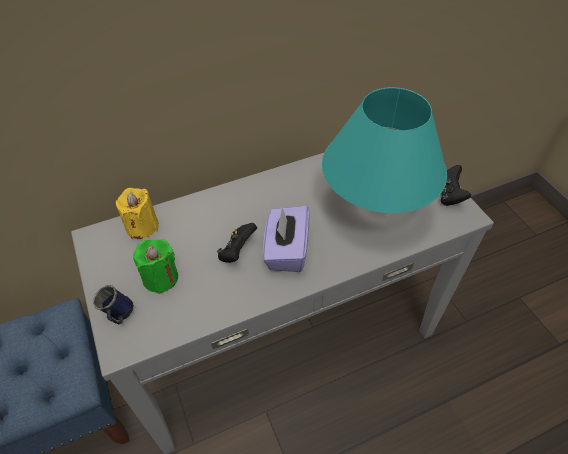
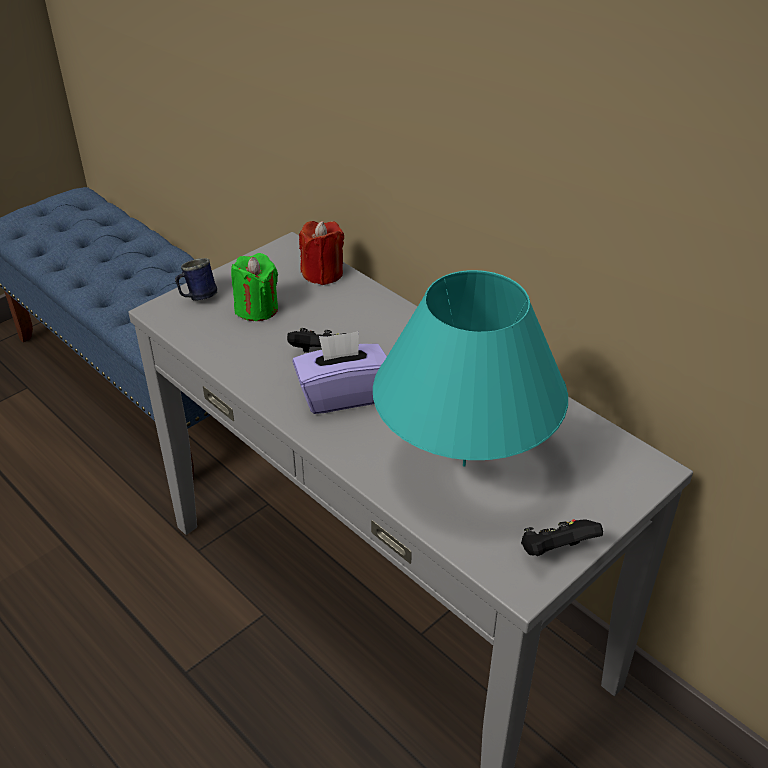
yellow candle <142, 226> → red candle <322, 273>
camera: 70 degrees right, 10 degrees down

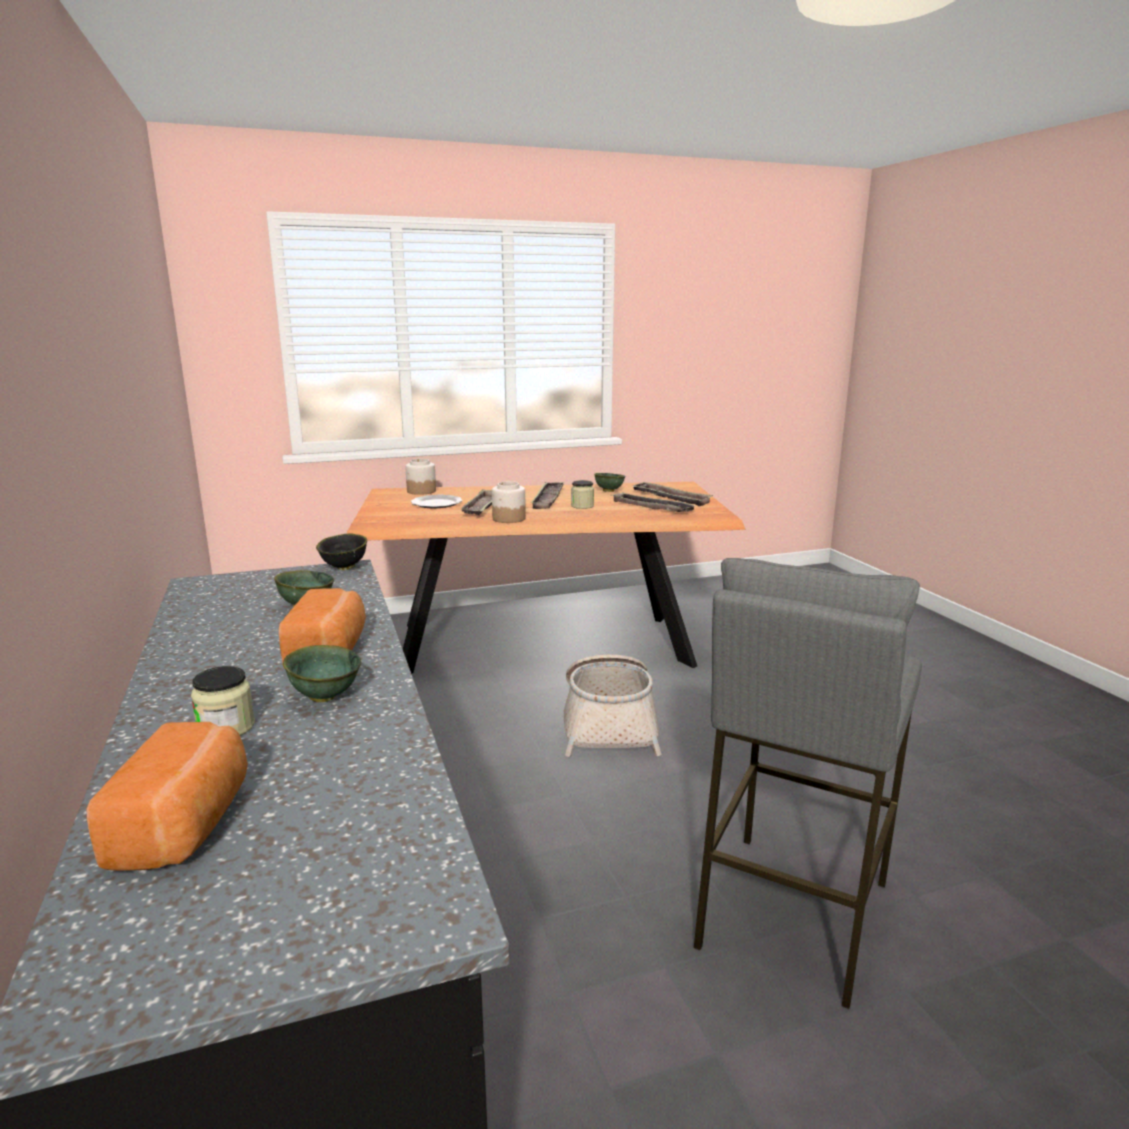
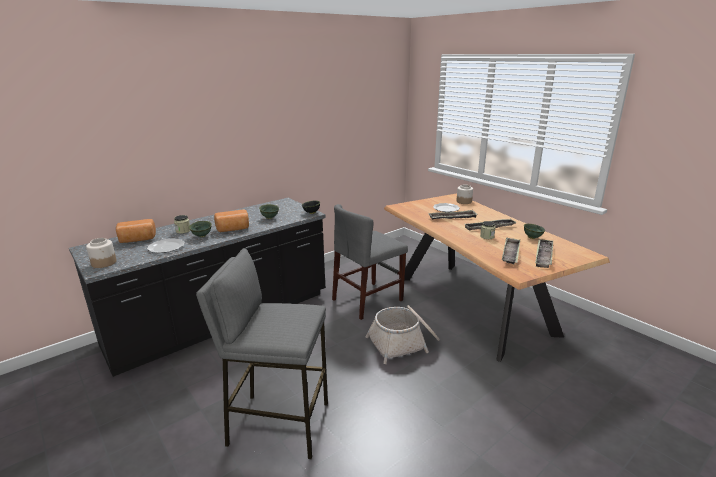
jar <508, 519> → jar <104, 263>, relocated
- → plate <165, 247>
- → grey chair <367, 300>
camera: 70 degrees right, 5 degrees up

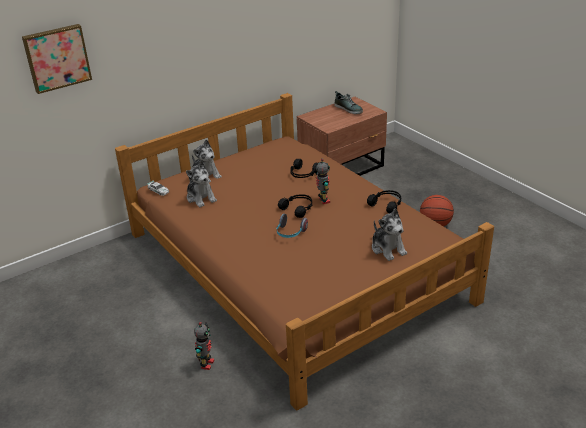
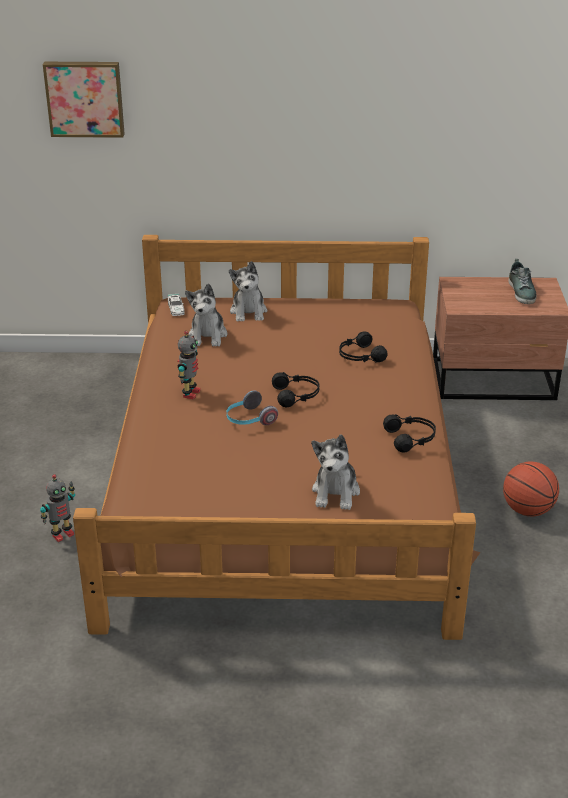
toy robot <323, 200> → toy robot <190, 393>, relocated
camera: 35 degrees right, 0 degrees up

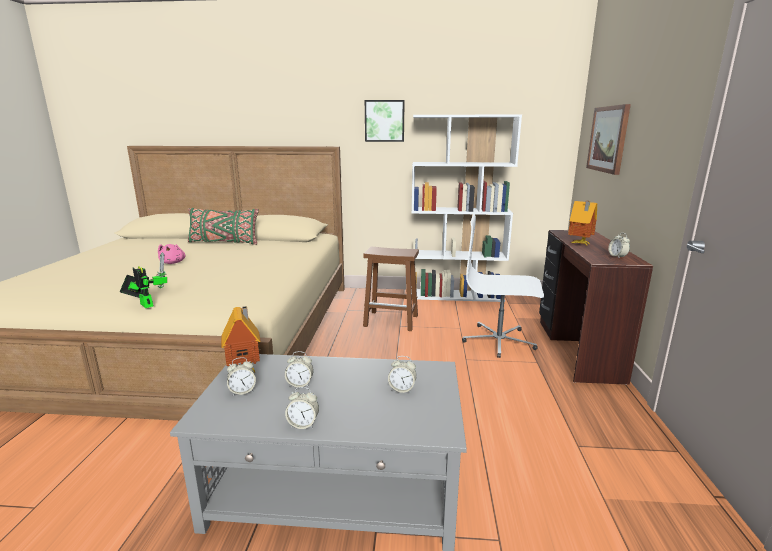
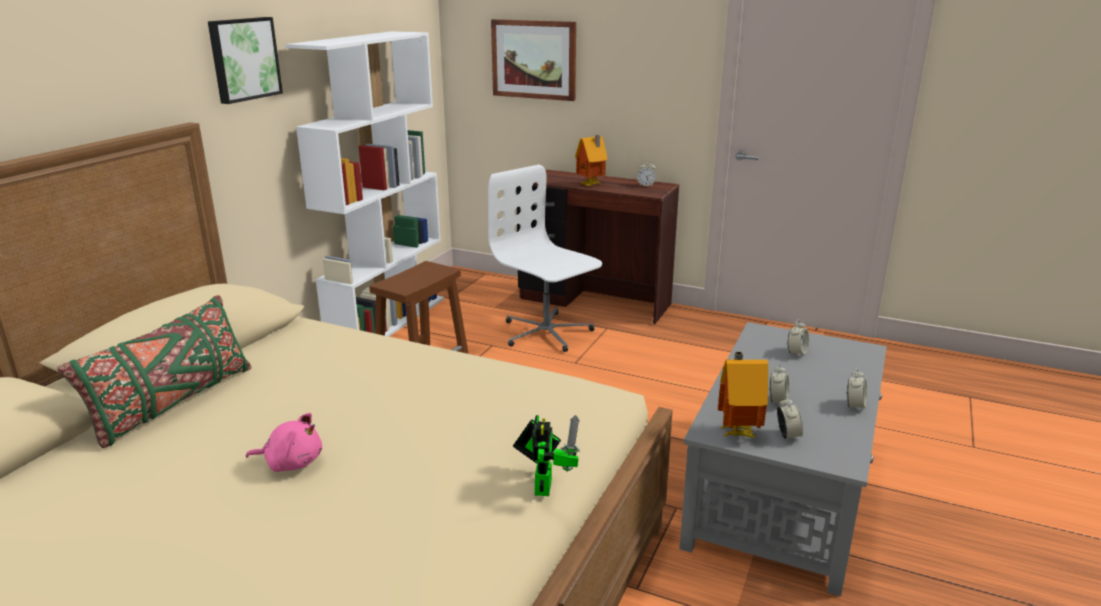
white office chair <499, 341> → white office chair <546, 333>, 105 degrees clockwise
toy robot <146, 304> → toy robot <543, 483>, 120 degrees clockwise
camera: 70 degrees left, 5 degrees up

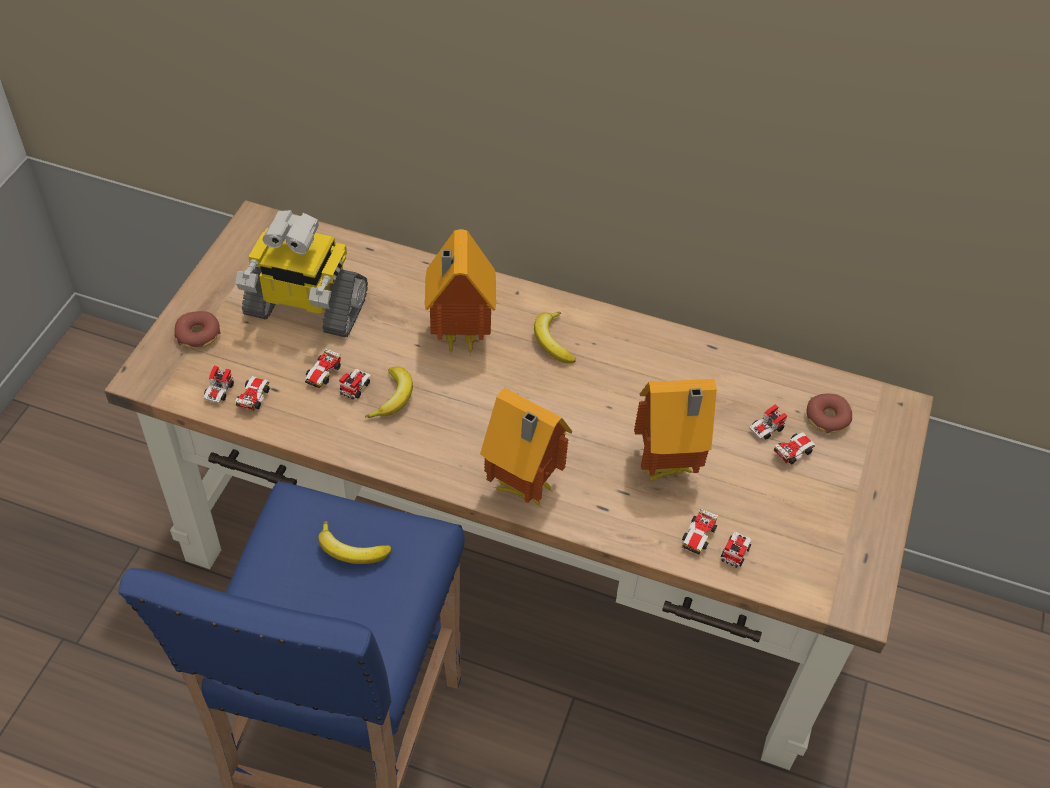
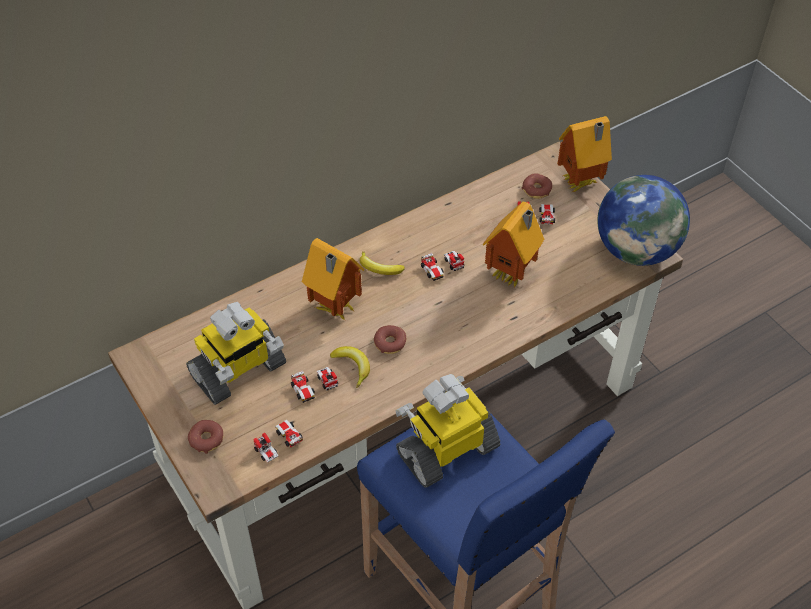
- → donut <390, 343>
banana <351, 551> → toy robot <447, 449>
toy car <715, 545> → toy car <442, 268>, relocated
toy house <522, 490> → toy house <580, 184>, relocated
- → globe <636, 250>
camera: 50 degrees left, 0 degrees up

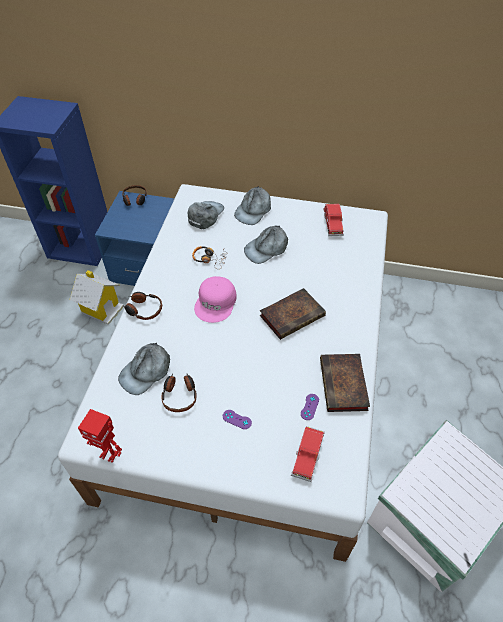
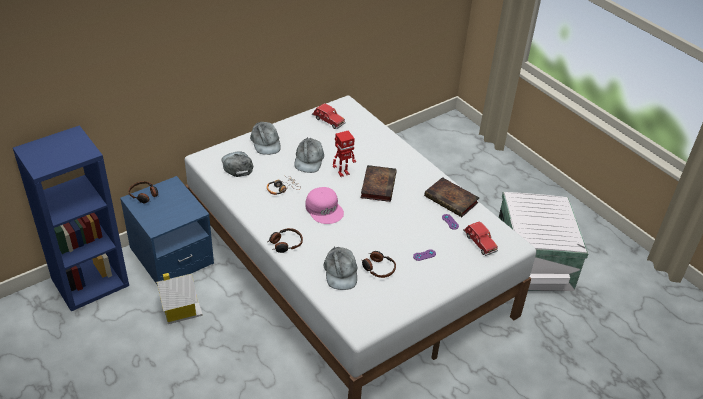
toy robot <109, 454> → toy robot <343, 173>, relocated
camera: 50 degrees left, 10 degrees down

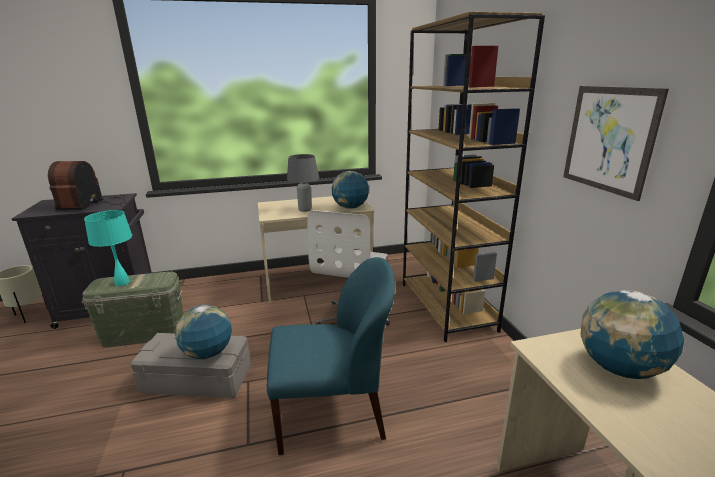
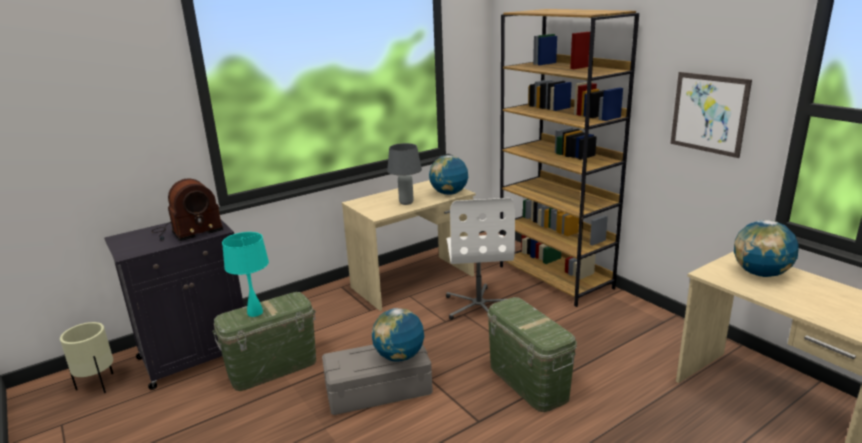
radio <94, 204> → radio <187, 231>, 105 degrees counterclockwise
blue chair <332, 414> → green storage box <528, 382>
camera: 20 degrees left, 0 degrees up

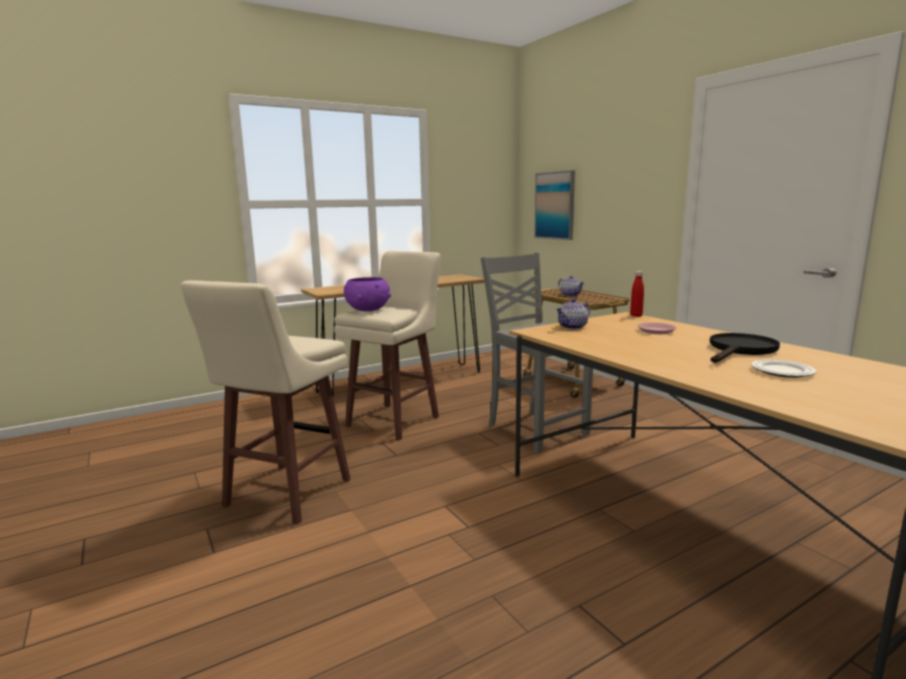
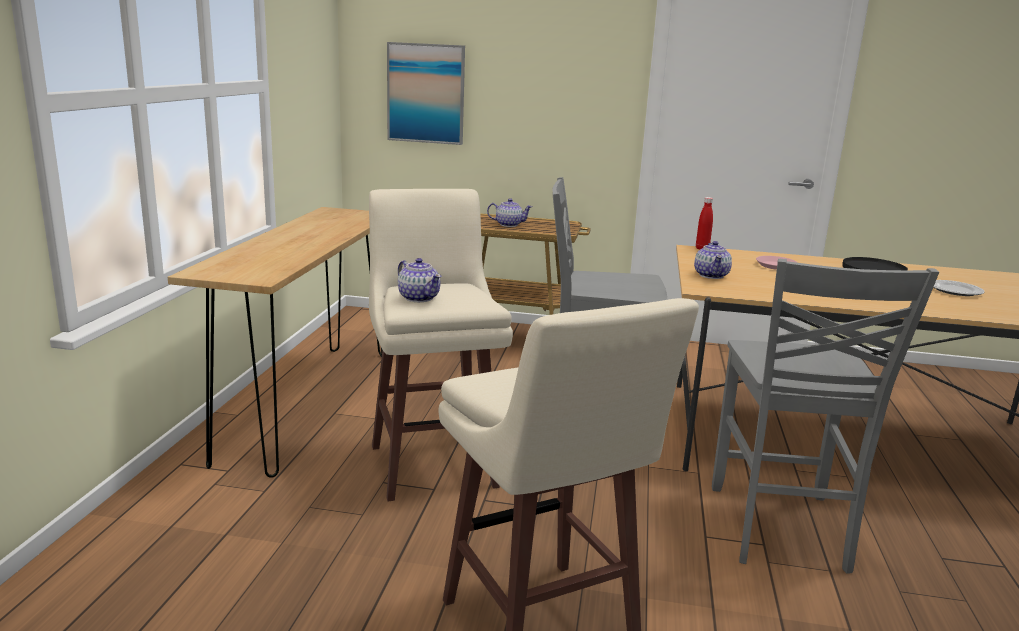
purple bowl <367, 310> → teapot <419, 298>
- → grey chair <779, 529>
camera: 50 degrees left, 5 degrees up

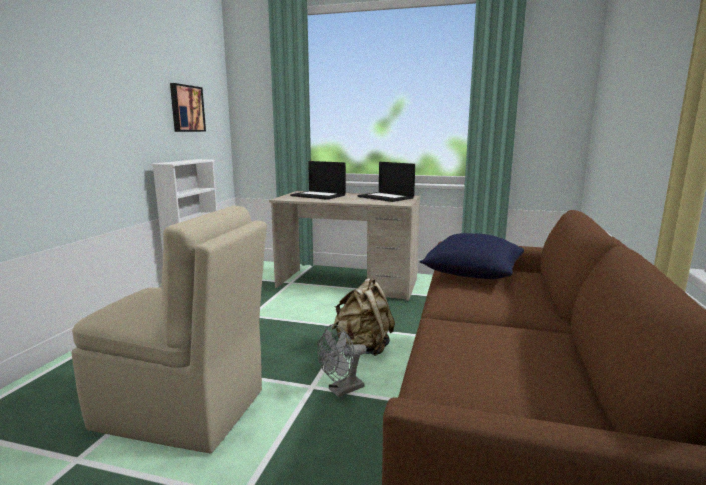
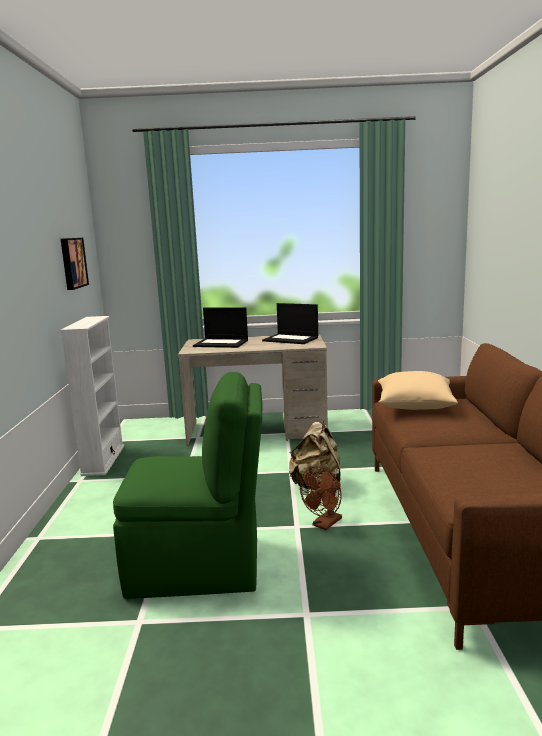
beige chair <184, 410> → green chair <199, 566>
grey fan <341, 390> → brown fan <324, 524>
blue pillow <472, 273> → beige pillow <414, 406>
camera: 15 degrees left, 0 degrees up

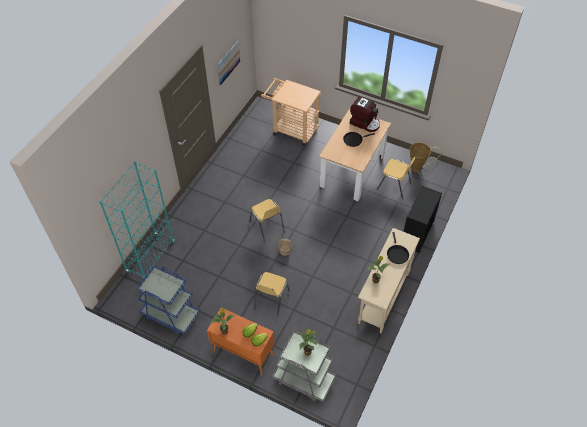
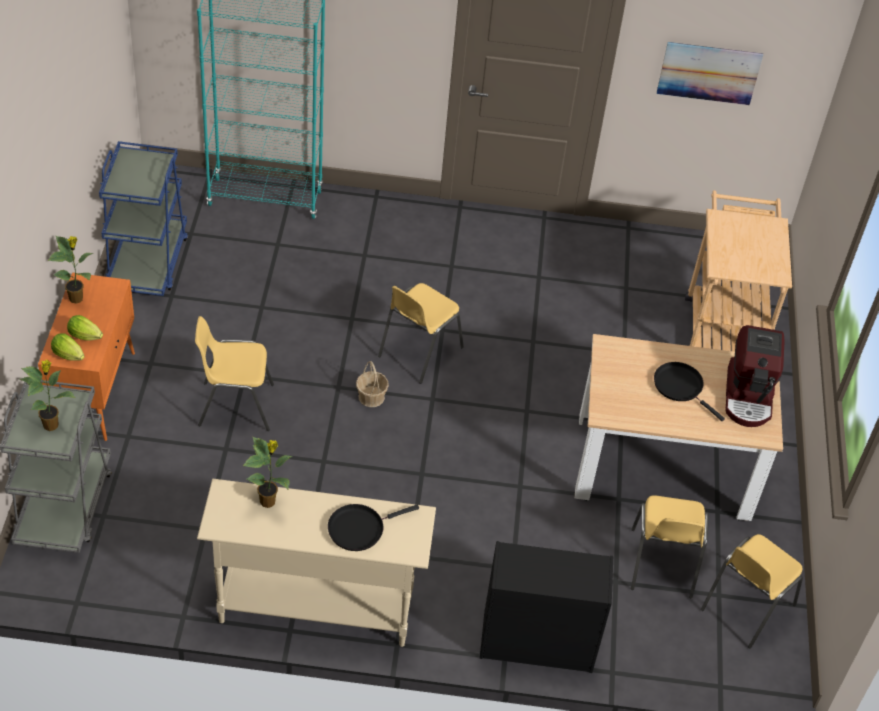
basket <418, 170> → yellow chair <746, 607>
camera: 65 degrees right, 5 degrees down

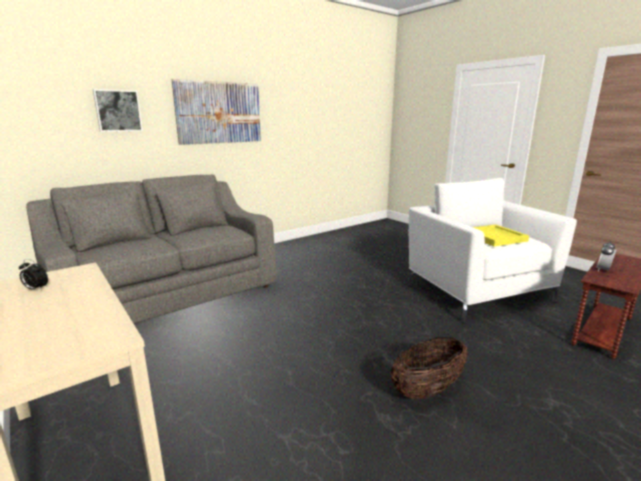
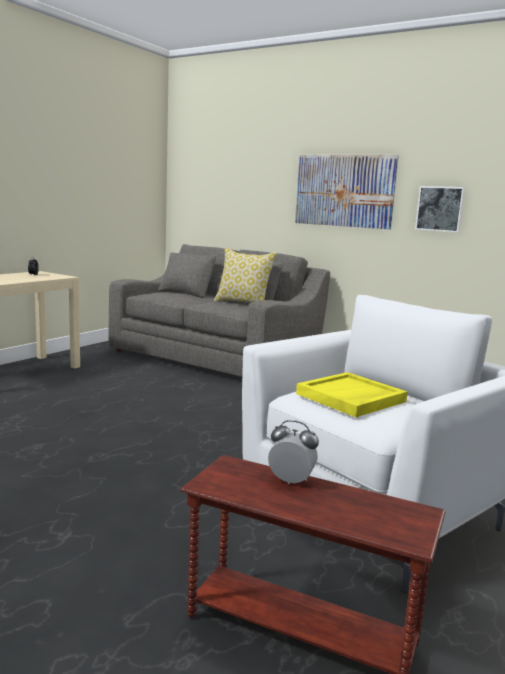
- → pillow <243, 304>
picture <118, 110> → picture <440, 209>, relocated
basket <427, 389> → -
camera: 70 degrees right, 5 degrees down

